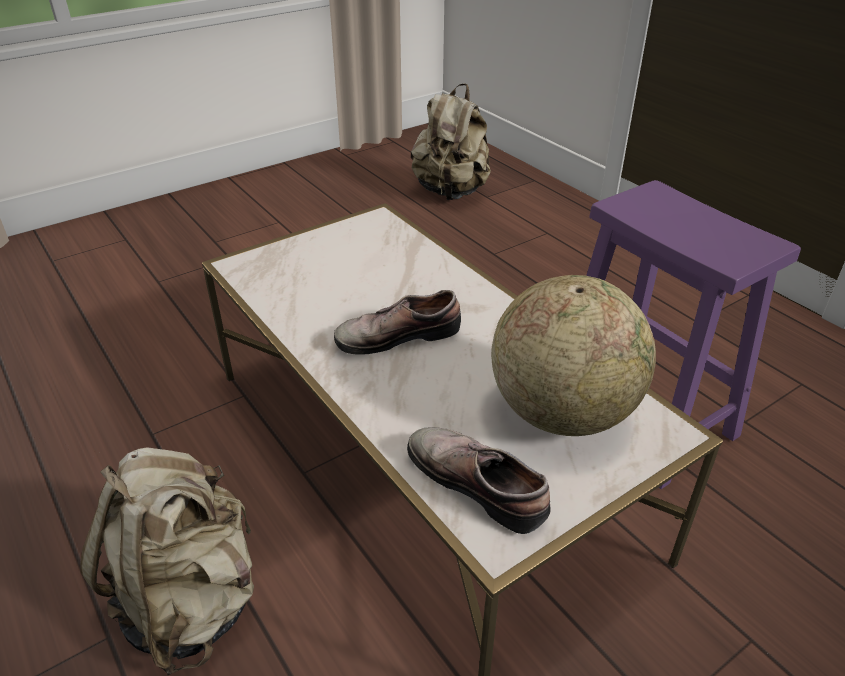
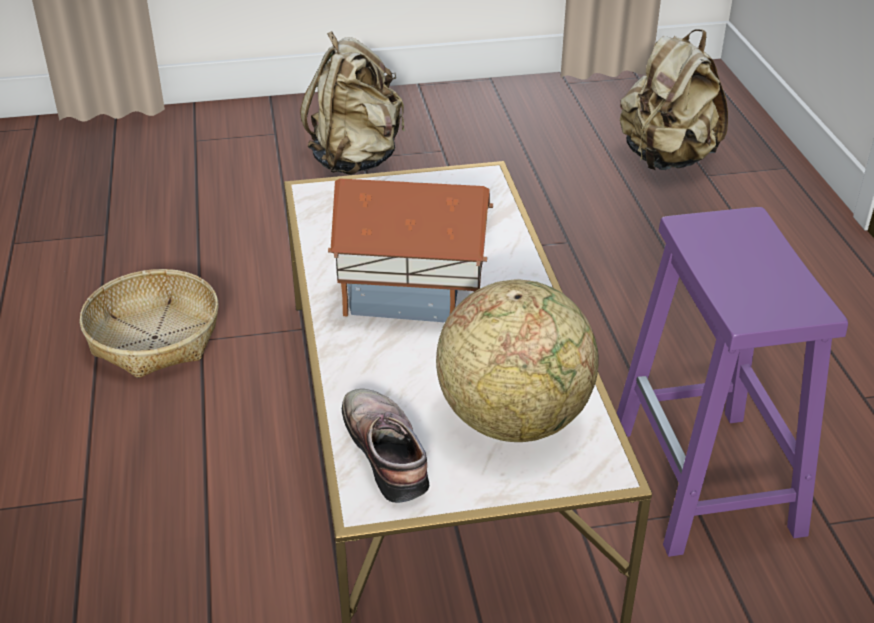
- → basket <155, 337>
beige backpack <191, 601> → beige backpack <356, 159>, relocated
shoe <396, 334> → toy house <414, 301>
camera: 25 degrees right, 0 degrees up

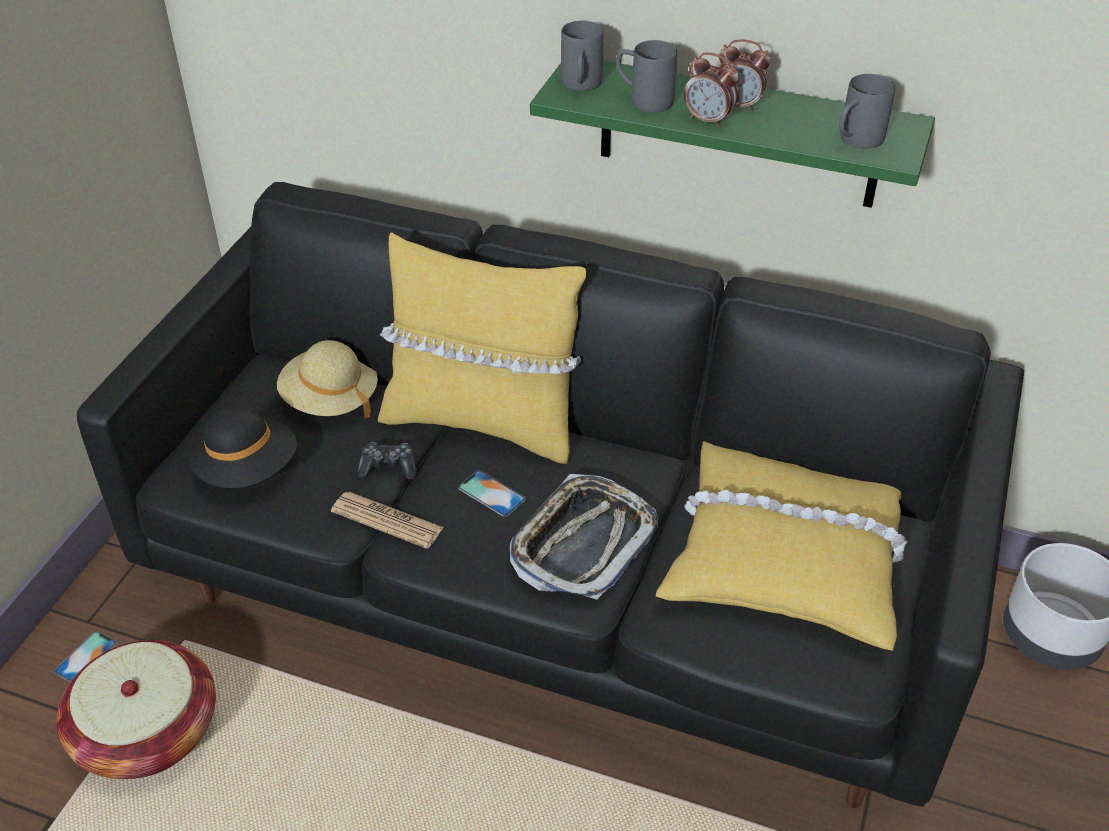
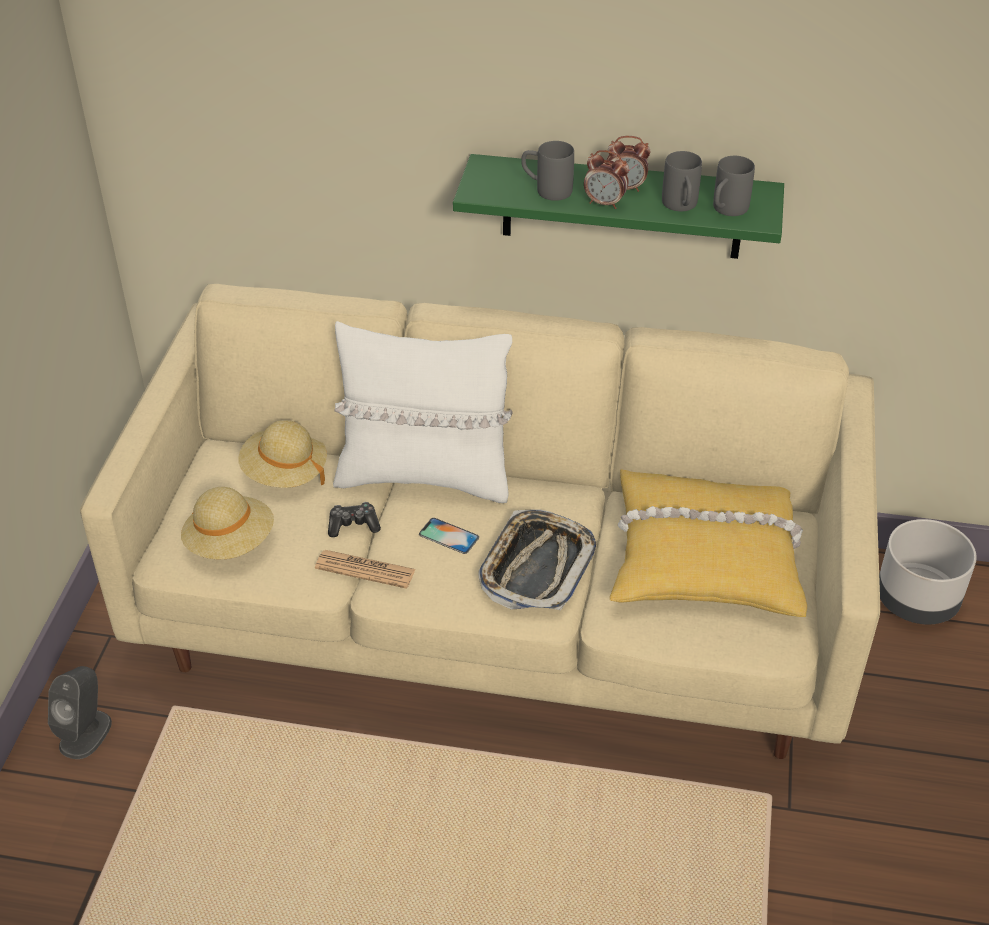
phone <86, 657> → grey speaker <86, 733>
black sofa <558, 592> → beige sofa <497, 619>
black hat <248, 470> → beige hat <230, 543>
yellow pillow <482, 422> → white pillow <424, 476>
grey mug <581, 86> → grey mug <681, 207>, relocated
basket <147, 733> → -
camera: 10 degrees left, 0 degrees up

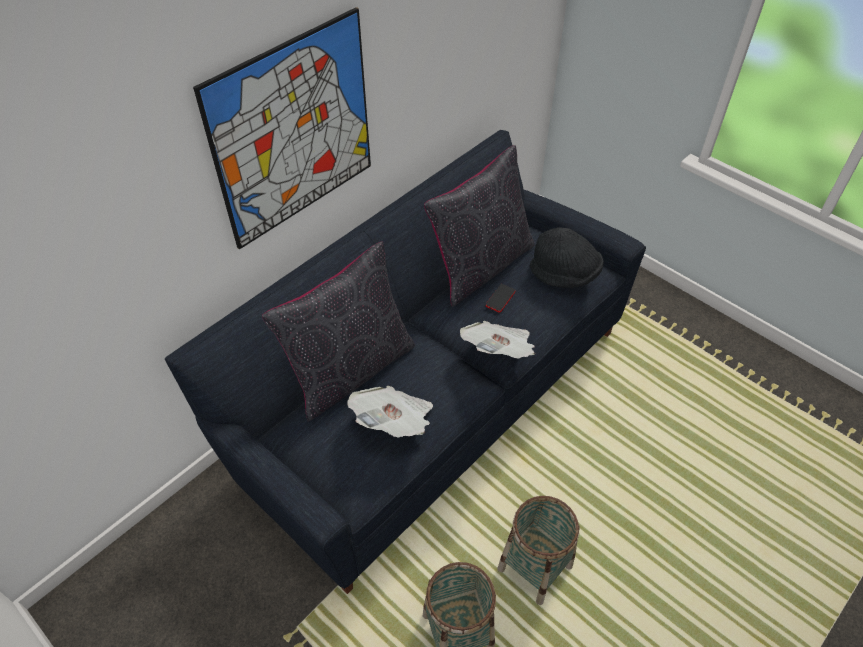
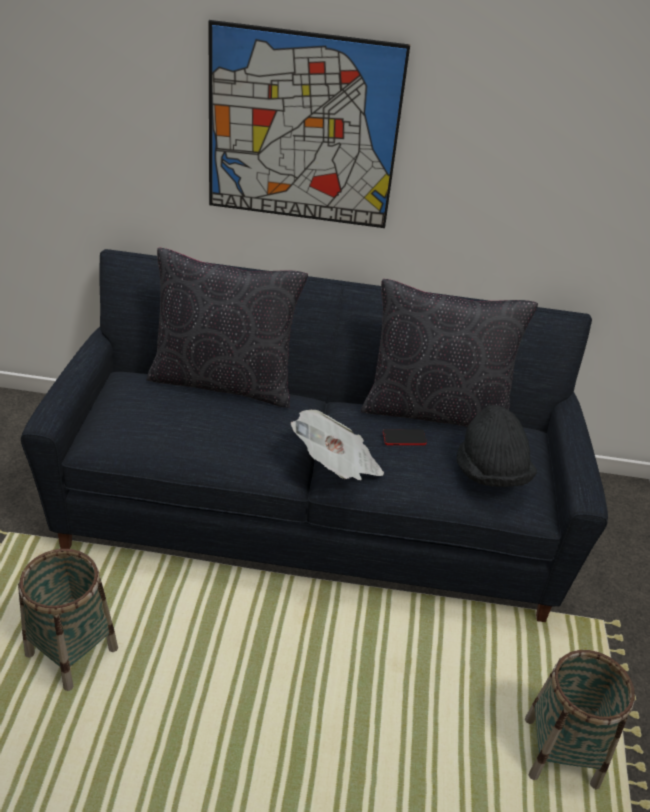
basket <535, 567> → basket <560, 752>, relocated
newspaper <394, 422> → -
camera: 50 degrees right, 10 degrees down

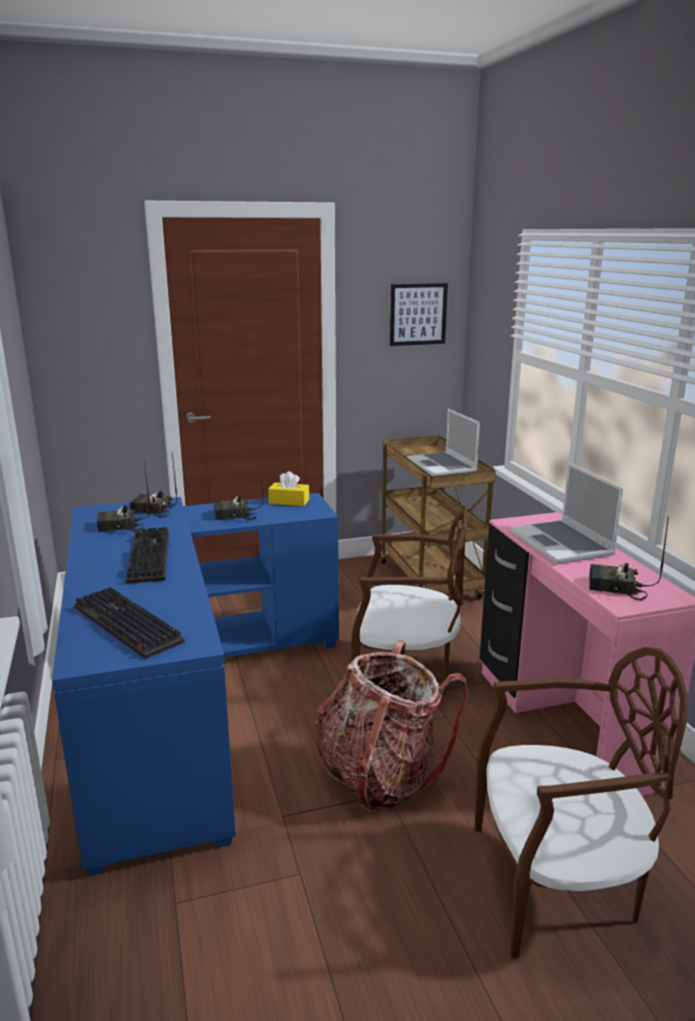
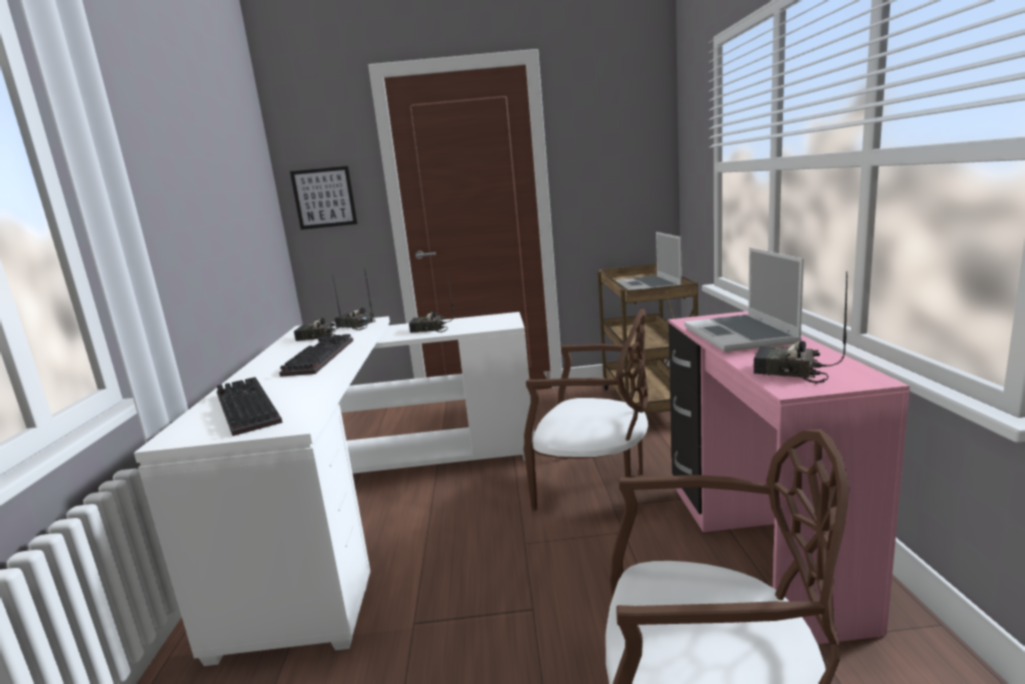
blue desk <185, 700> → white desk <375, 502>
picture <418, 314> → picture <324, 198>, relocated
yellow tissue box <289, 501> → -
backpack <380, 775> → -
camera: 15 degrees right, 5 degrees down

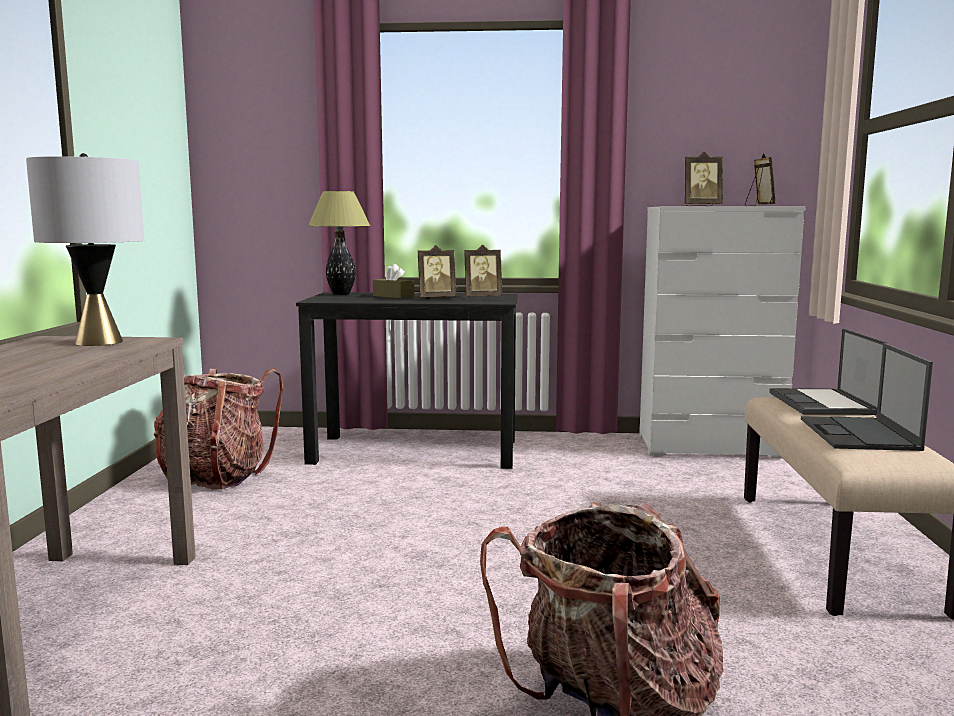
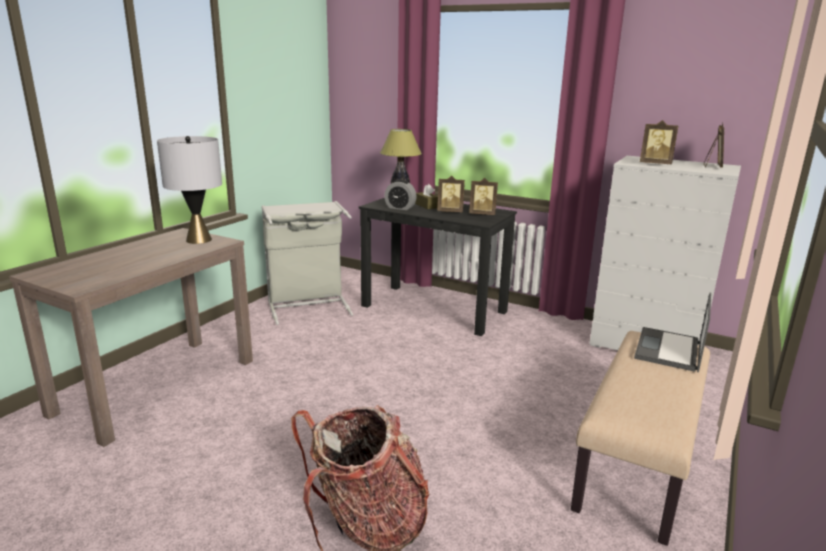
backpack <217, 476> → grey laundry basket <308, 305>
- → alarm clock <400, 208>
laptop <859, 434> → -
camera: 25 degrees right, 10 degrees up

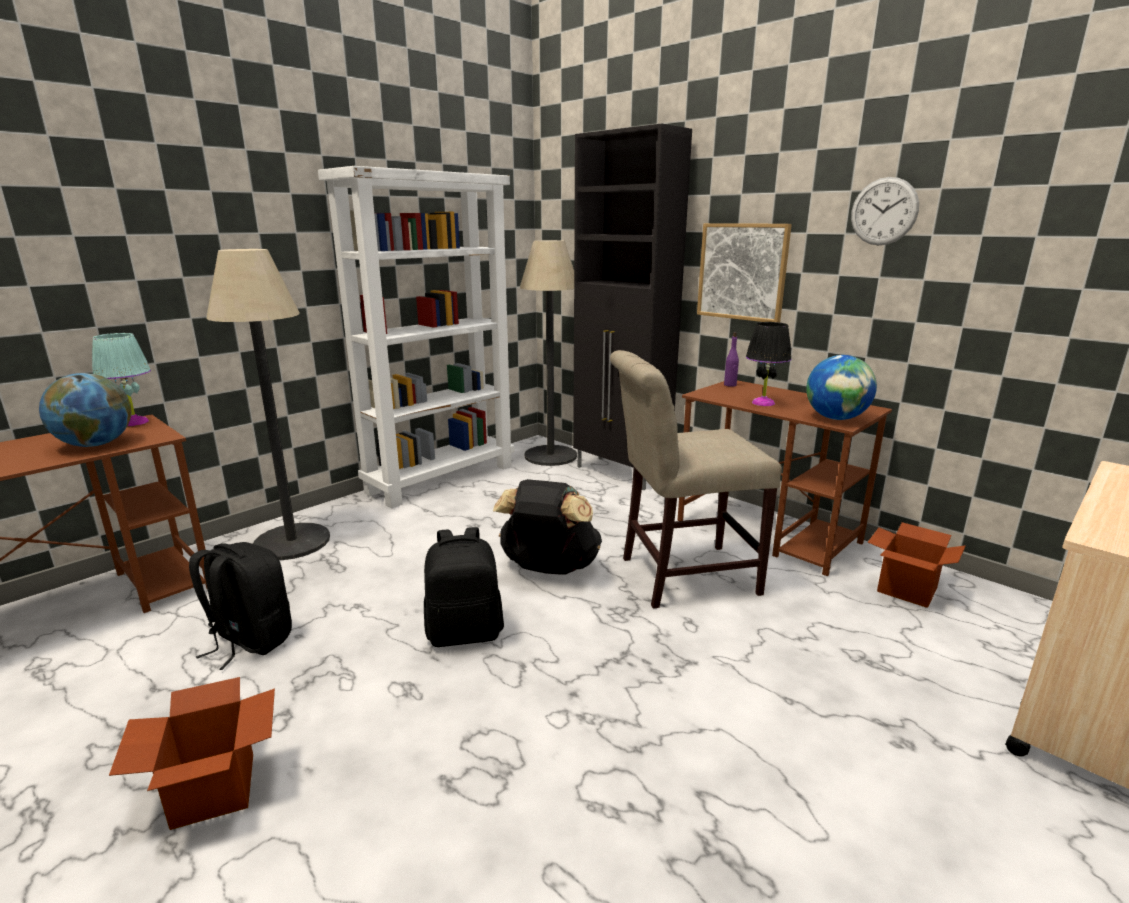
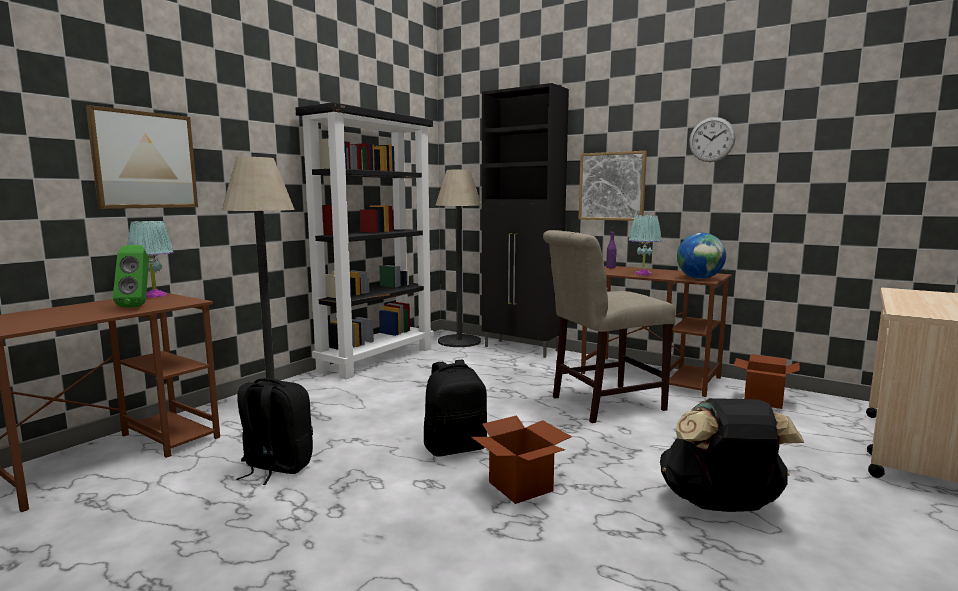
- → picture <144, 160>
globe <96, 444> → green speaker <138, 306>
white bookcase <442, 478> → black bookcase <377, 359>
cardboard box <213, 790> → cardboard box <520, 486>, relocated
black table lamp <763, 403> → turquoise table lamp <643, 274>
black backpack <548, 569> → black backpack <721, 505>, relocated
camera: 10 degrees left, 10 degrees down

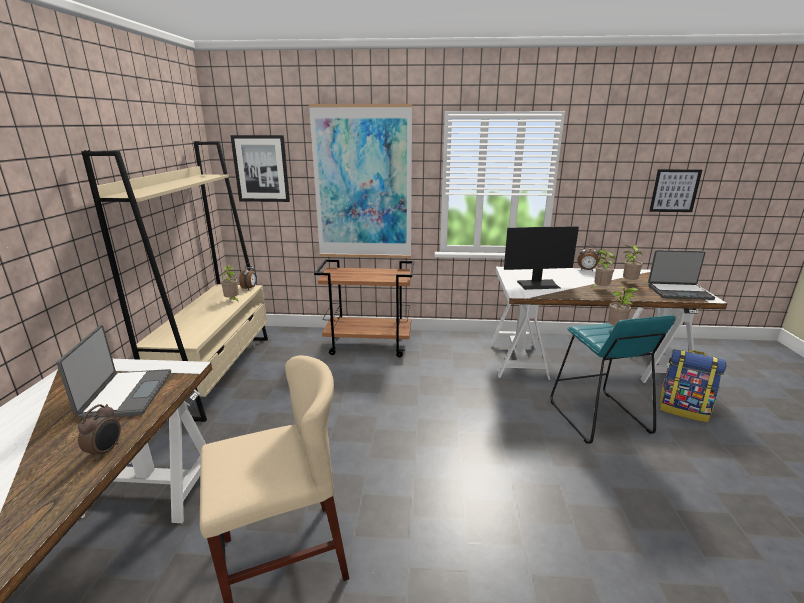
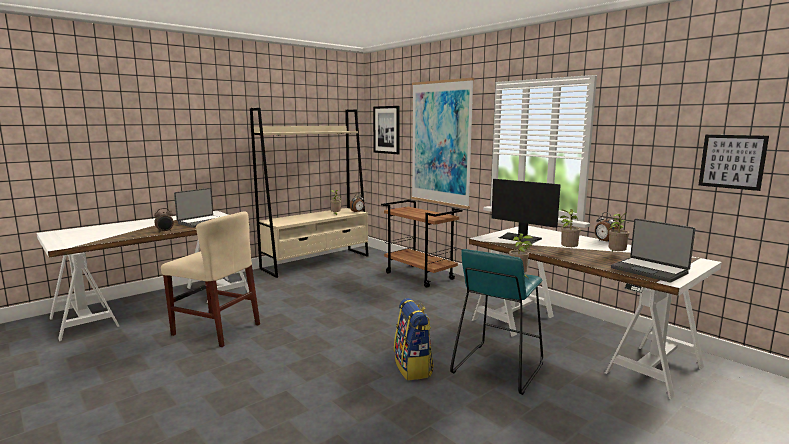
backpack <683, 410> → backpack <413, 368>, relocated
camera: 45 degrees right, 10 degrees down

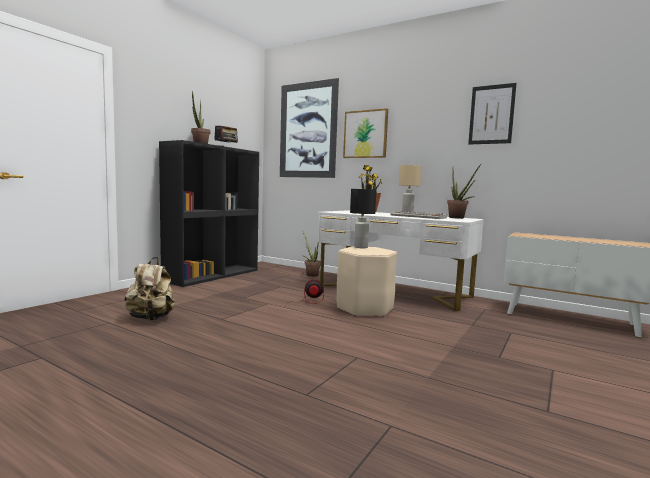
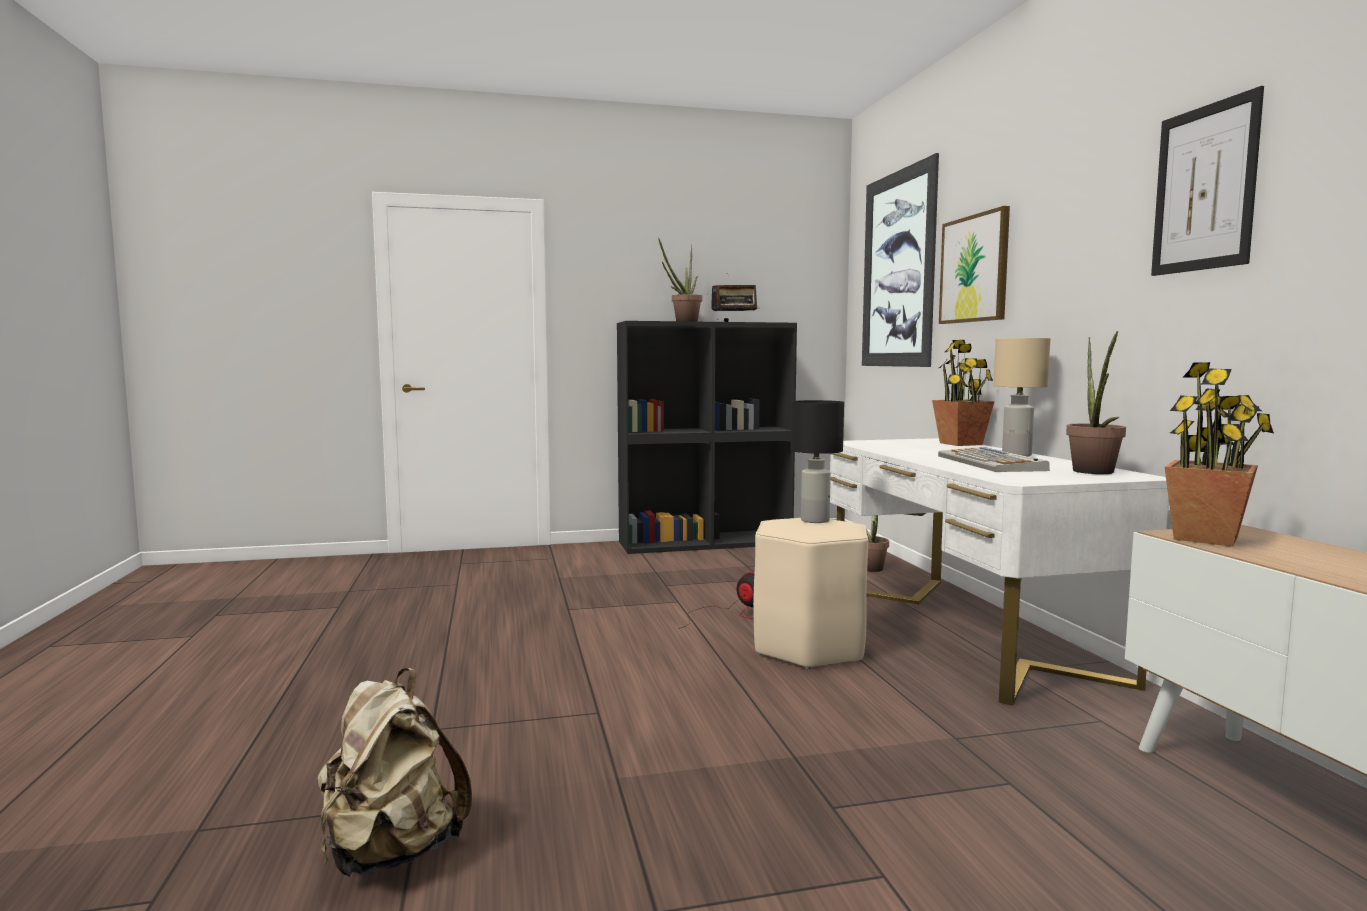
beige backpack <151, 318> → beige backpack <391, 853>, relocated
- → potted plant <1205, 538>
camera: 45 degrees right, 0 degrees up

